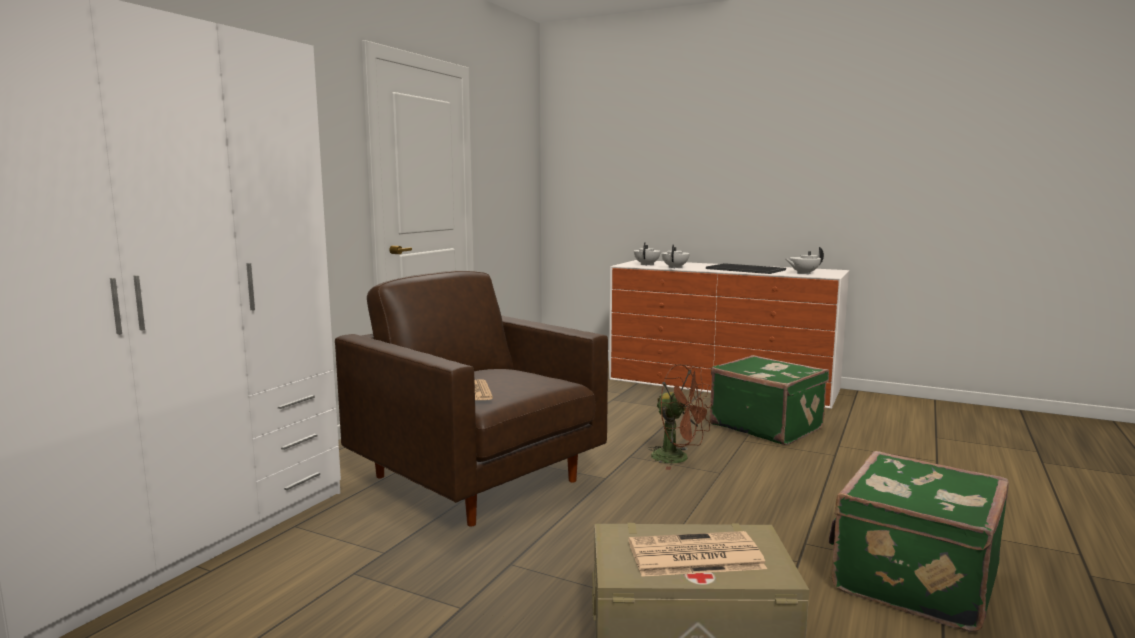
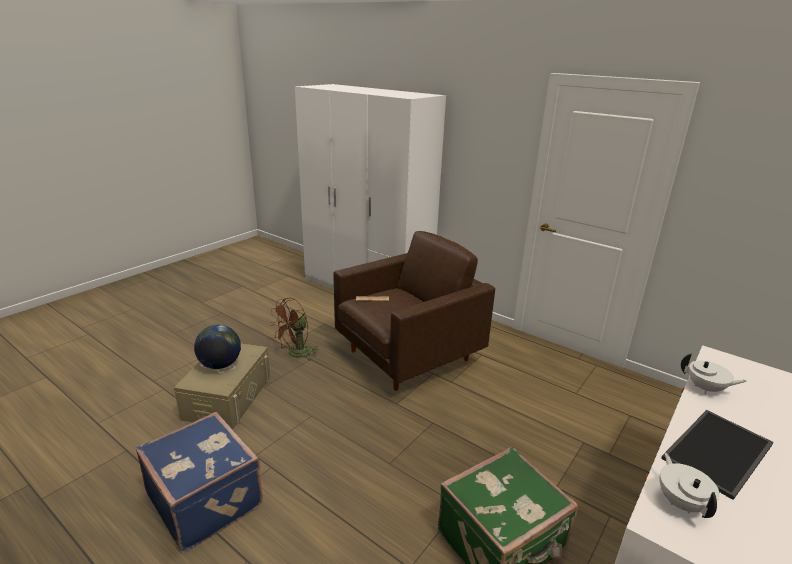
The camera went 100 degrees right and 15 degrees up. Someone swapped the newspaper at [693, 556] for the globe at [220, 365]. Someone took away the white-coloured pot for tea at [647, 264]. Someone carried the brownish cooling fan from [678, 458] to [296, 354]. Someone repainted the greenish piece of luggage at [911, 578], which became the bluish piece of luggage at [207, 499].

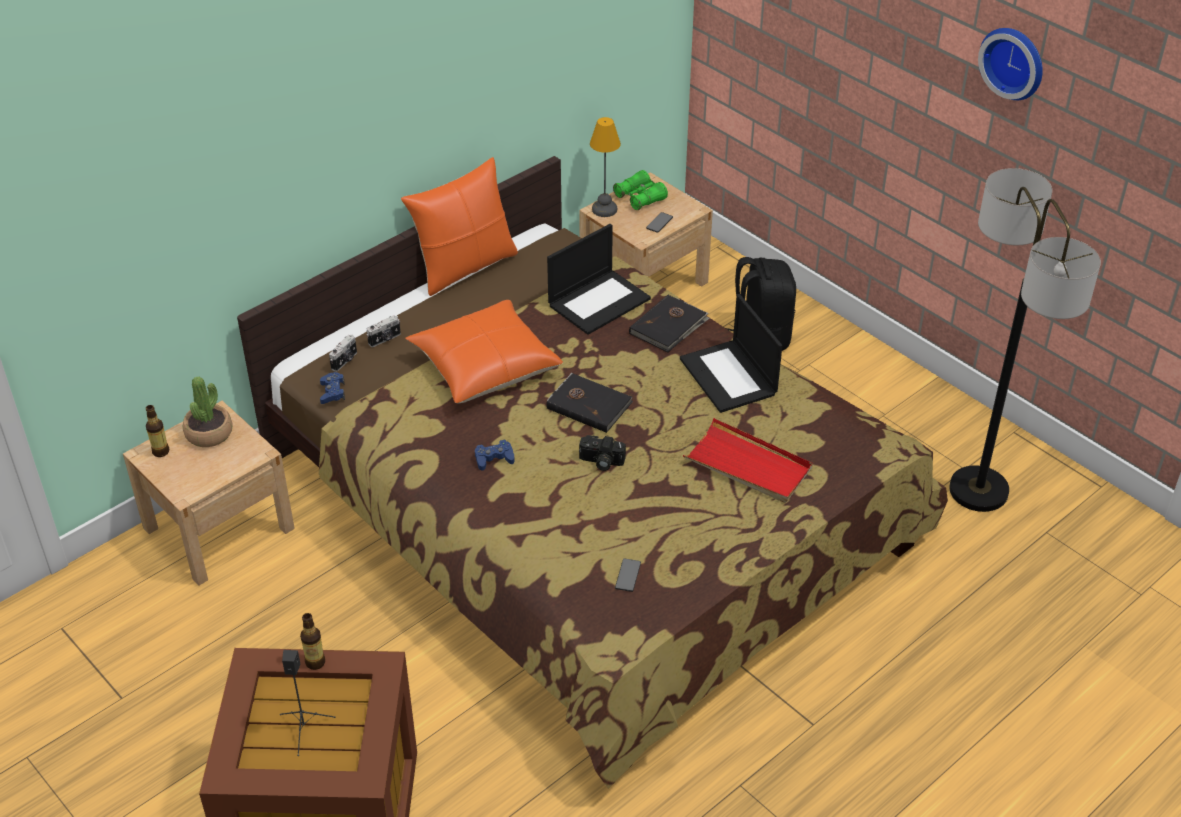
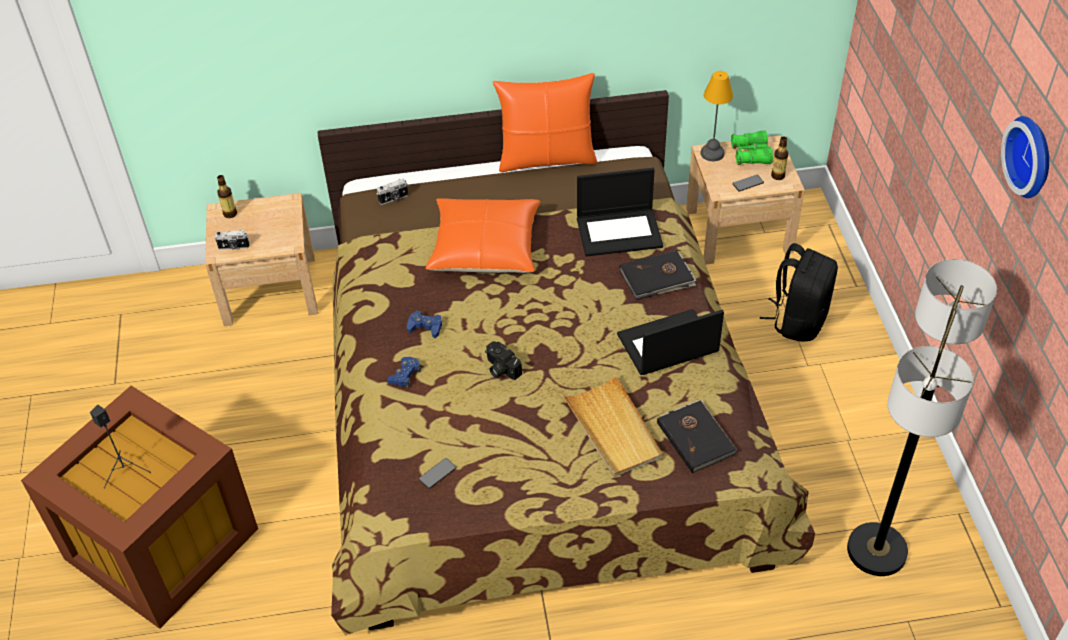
The camera went 35 degrees right and 5 degrees up. Someone took away the potted plant at [209, 433]. Someone carried the beverage bottle from [315, 662] to [778, 176]. Someone carried the bluish game controller from [332, 392] to [405, 375]. Someone carried the still camera from [385, 339] to [233, 247]. Someone carried the black bound book from [589, 404] to [696, 437]. Someone rotated the notebook computer at [729, 377] by 60 degrees clockwise. Someone repainted the reddish serving tray at [748, 465], which became the sand-coloured serving tray at [613, 429].

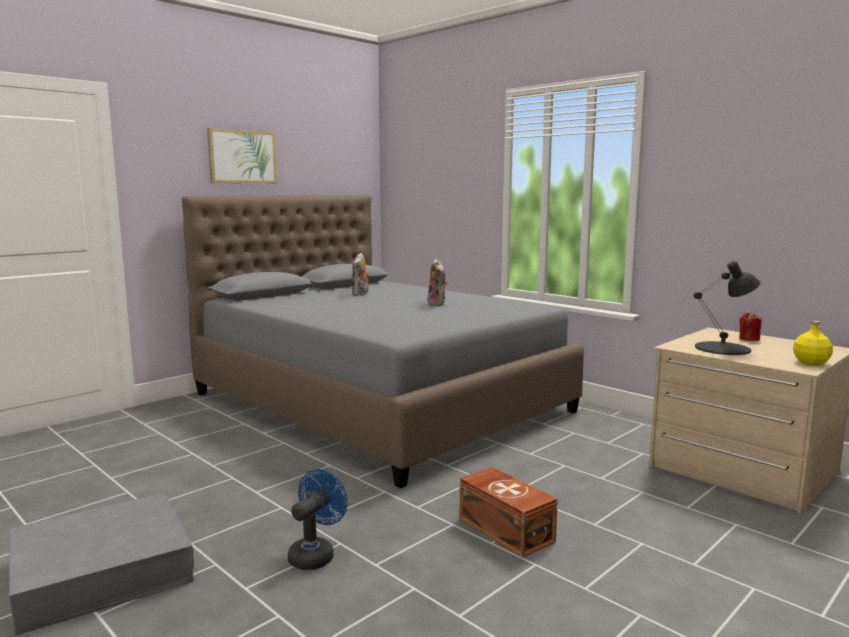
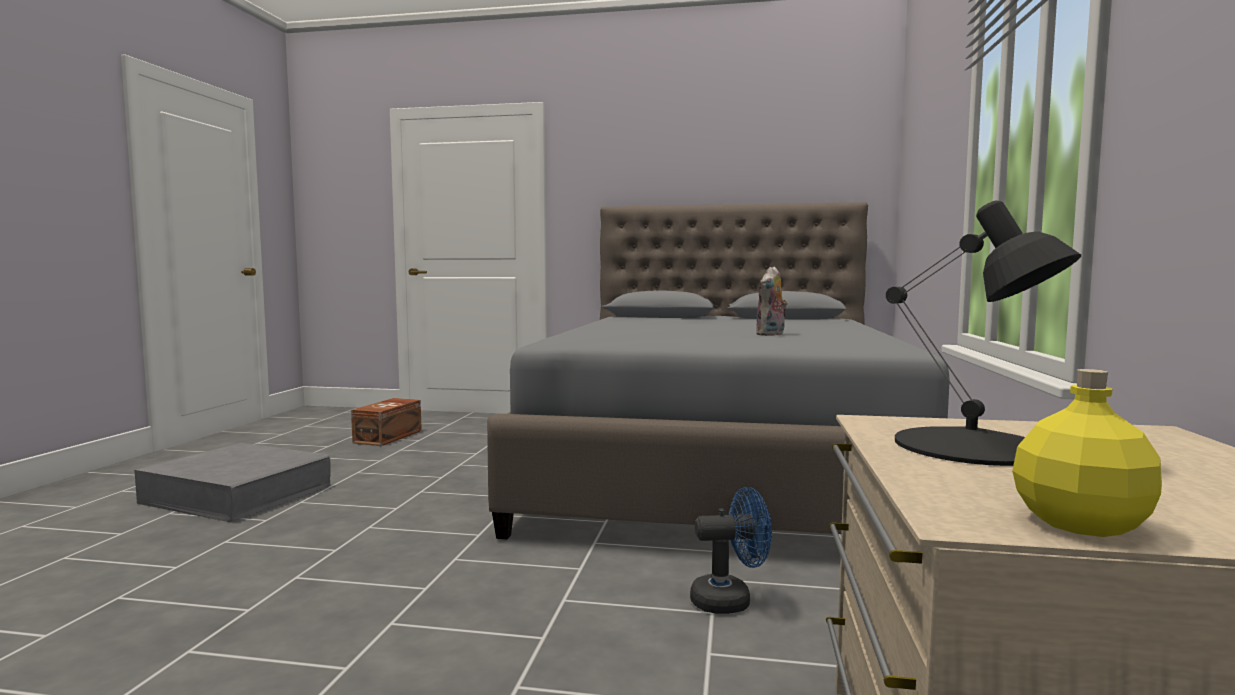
The camera went 55 degrees right and 5 degrees down. Someone took away the picture at [242, 157]. Someone carried the bluish cooling fan from [315, 554] to [730, 600]. Someone took away the cuddly toy at [360, 294]. Someone carried the brownish storage container from [505, 529] to [389, 436]. Someone took away the reddish wax light at [749, 339].

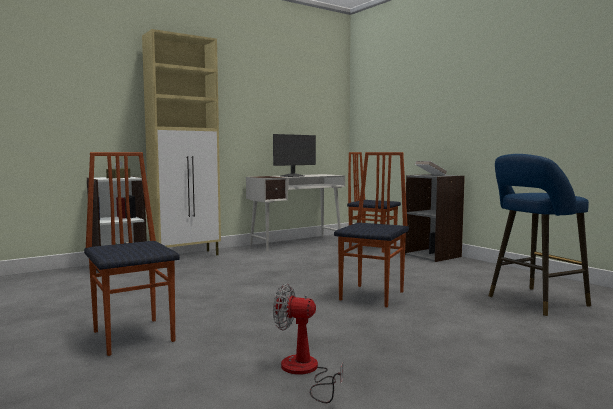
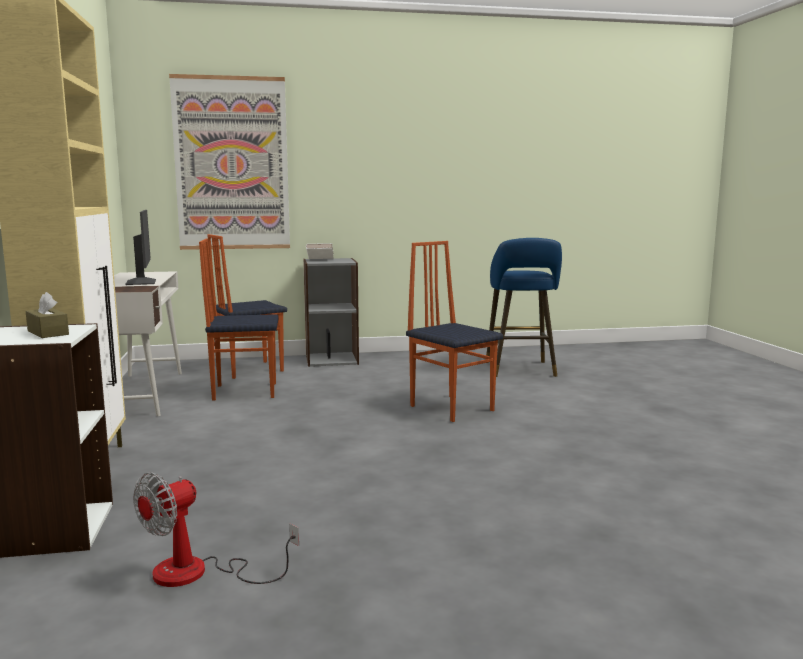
The camera went 65 degrees left and 5 degrees up. Someone carried the plain chair from [134, 335] to [244, 391]. Someone carried the cooling fan from [305, 372] to [198, 573]. Someone put up the picture at [232, 164].

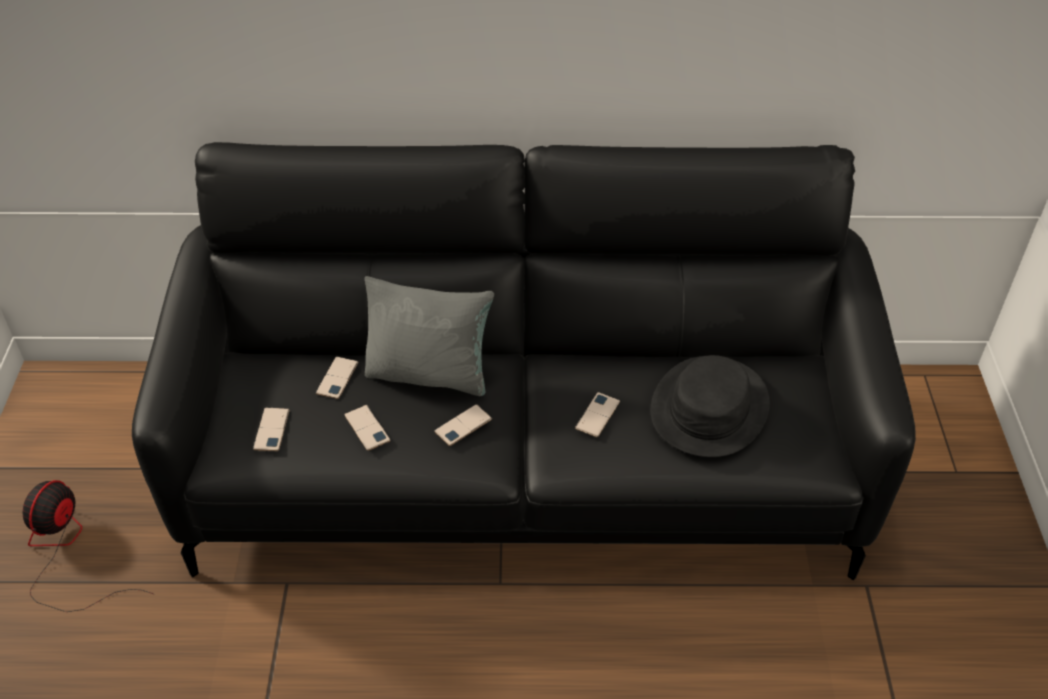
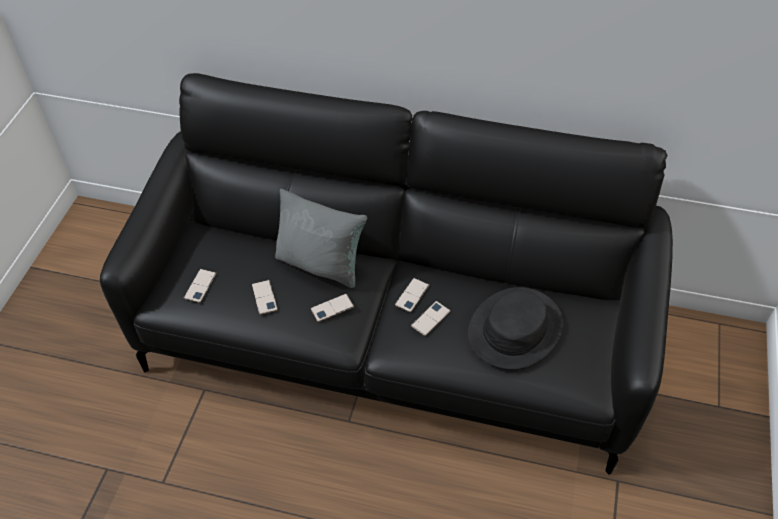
The camera went 15 degrees right and 5 degrees up. Someone took away the cooling fan at [67, 553]. Someone carried the telephone from [337, 378] to [412, 295].

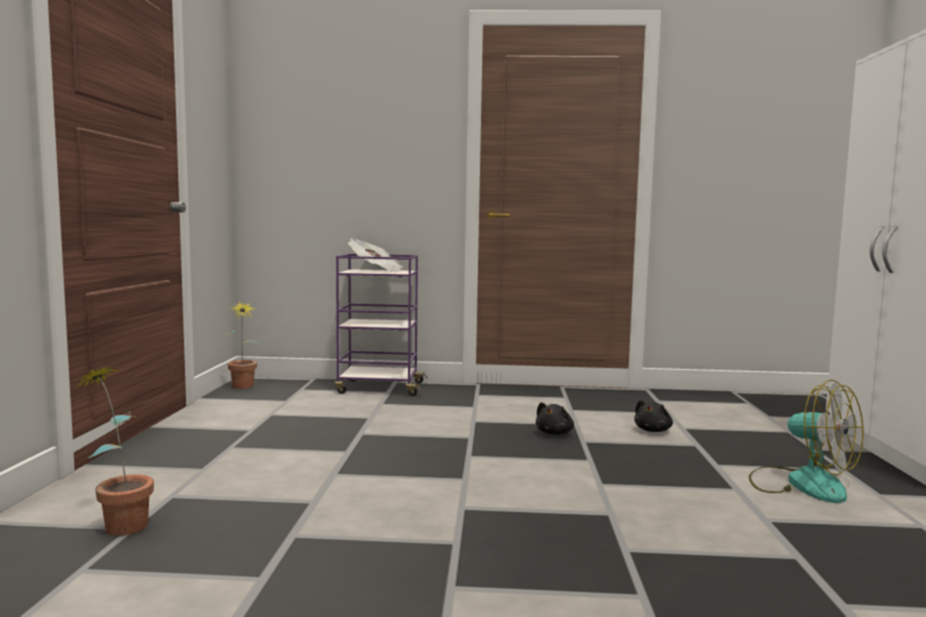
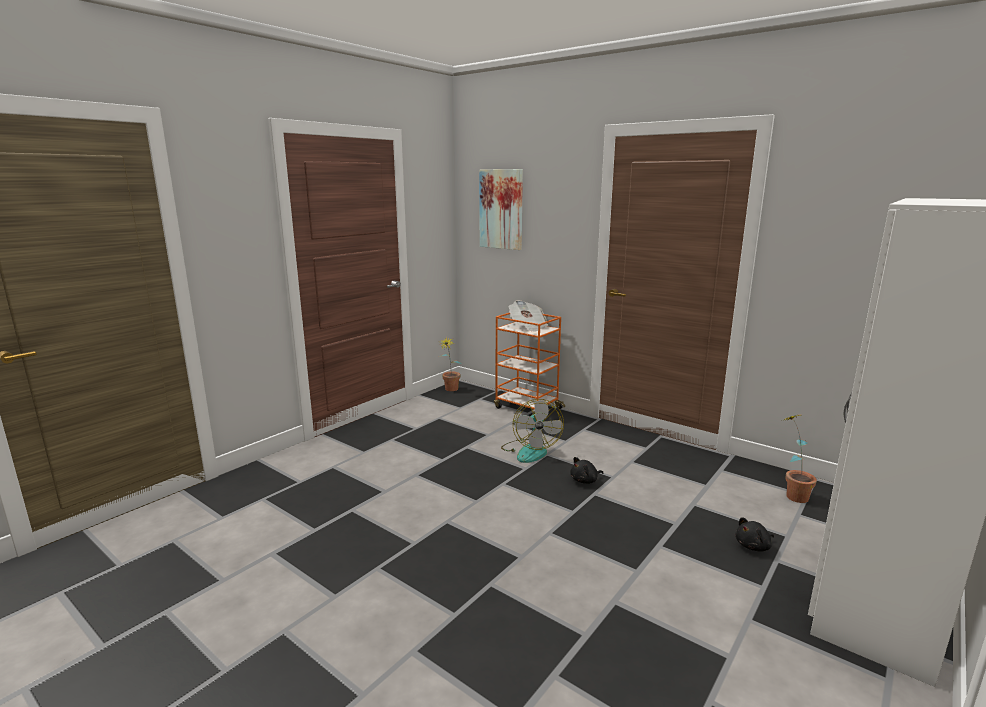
The camera went 35 degrees right and 10 degrees up. Someone carried the potted plant from [120, 523] to [791, 494]. Someone repainted the purplish cart at [379, 388], which became the orangey cart at [527, 408]. Someone carried the black cuddly toy from [653, 430] to [753, 546]. Someone carried the cooling fan from [801, 483] to [530, 450]. Someone put up the picture at [501, 209].

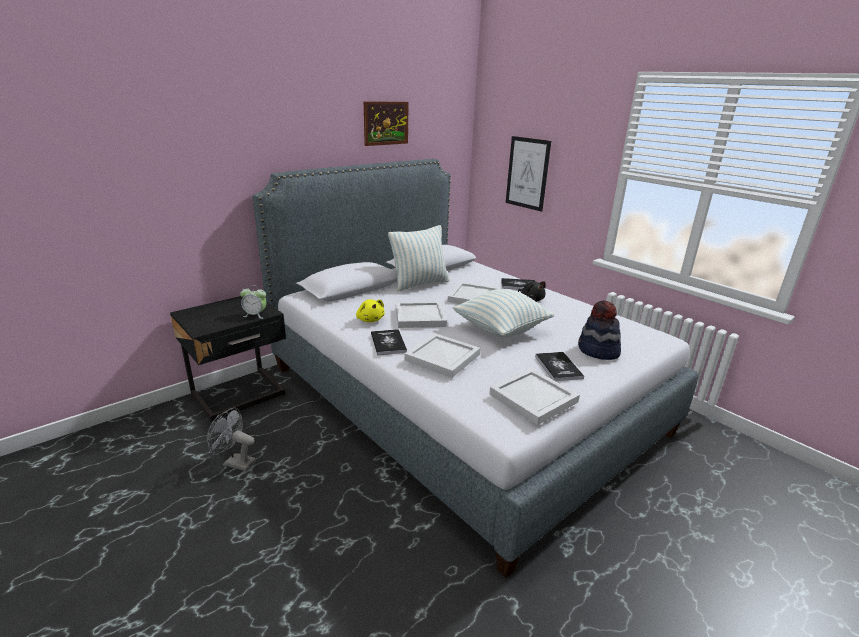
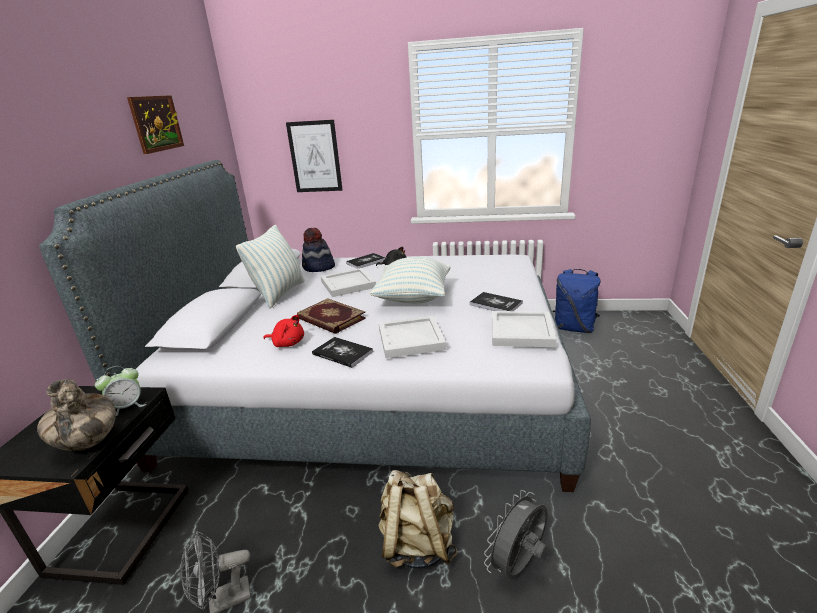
The camera went 40 degrees left and 0 degrees up. Someone repainted the yellow cuddly toy at [370, 319], which became the reddish cuddly toy at [287, 343]. Someone swapped the white-coloured serving tray at [419, 316] for the bound book at [330, 319]. Someone carried the clothing hat from [598, 351] to [318, 268]. Someone put down the decorative vase at [89, 442]. Someone put down the sand-coloured backpack at [417, 544]. Someone put down the greyish cooling fan at [518, 566]. Someone put down the bluish backpack at [574, 328].

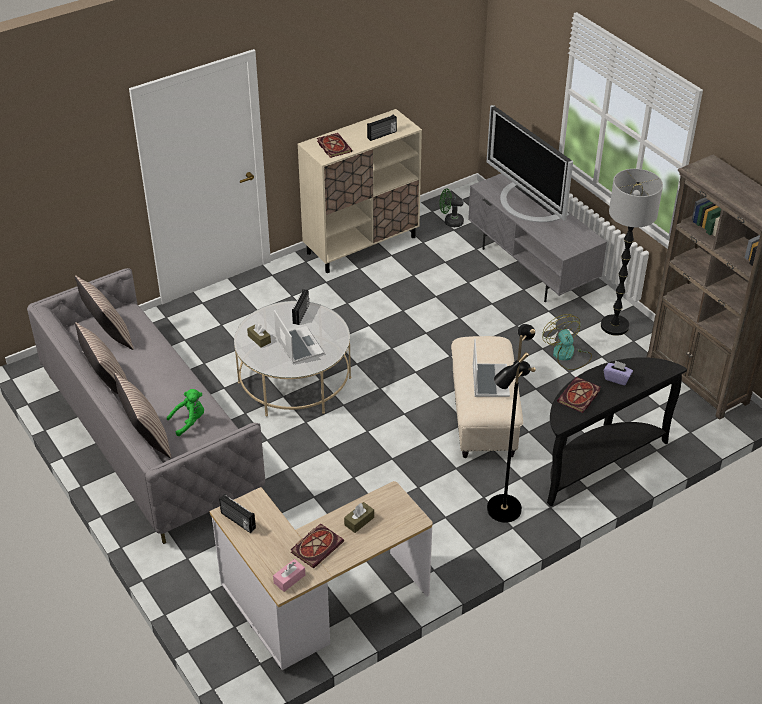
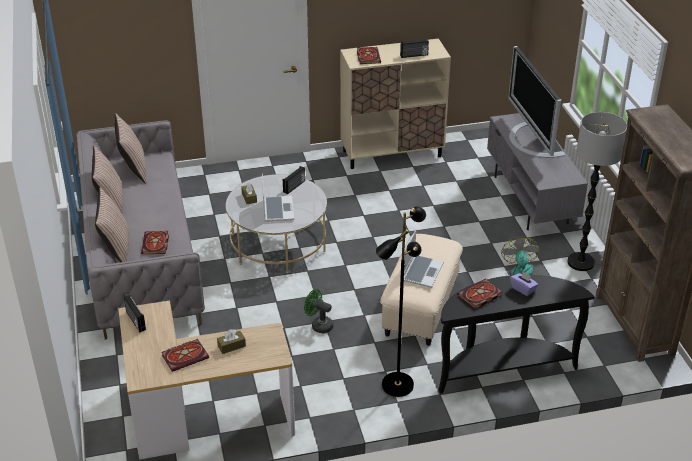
The camera went 20 degrees right and 5 degrees down. Someone swapped the greenish cuddly toy at [189, 421] for the bound book at [156, 244]. Someone took away the pinkish tissue holder at [289, 579]. Someone carried the greenish cooling fan from [450, 222] to [319, 325].

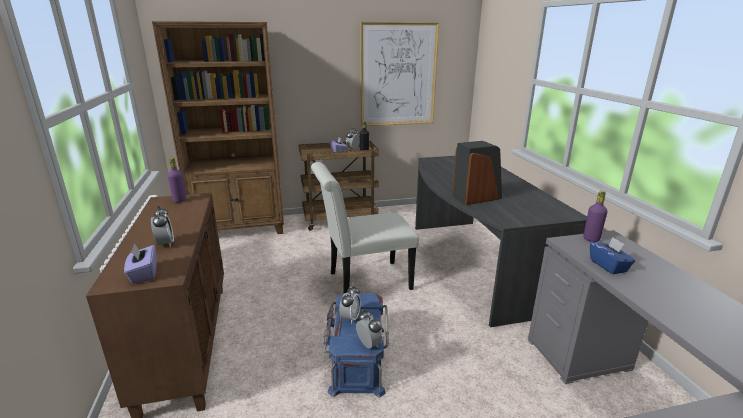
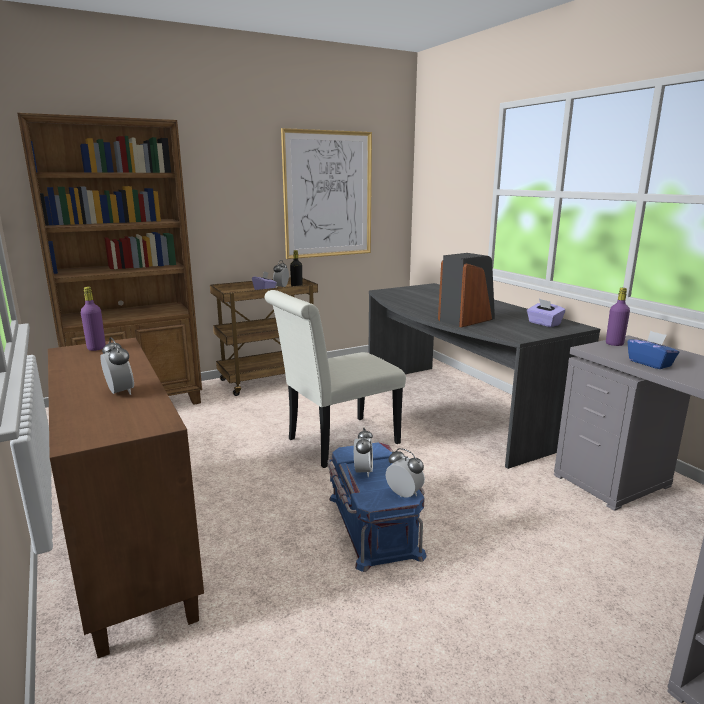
The camera went 15 degrees left and 5 degrees down. Someone carried the purplish tissue holder from [144, 274] to [544, 323].

